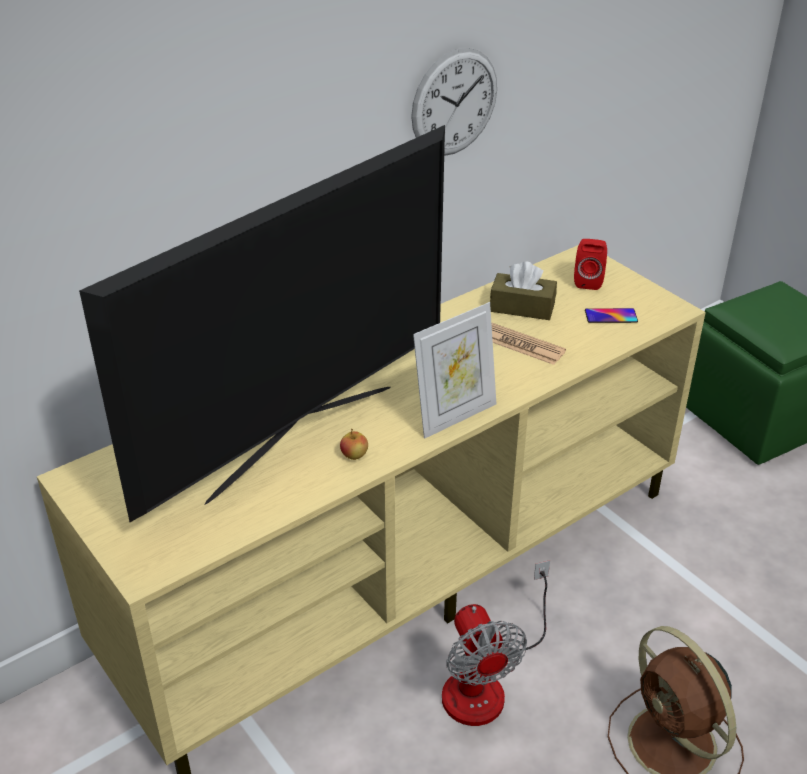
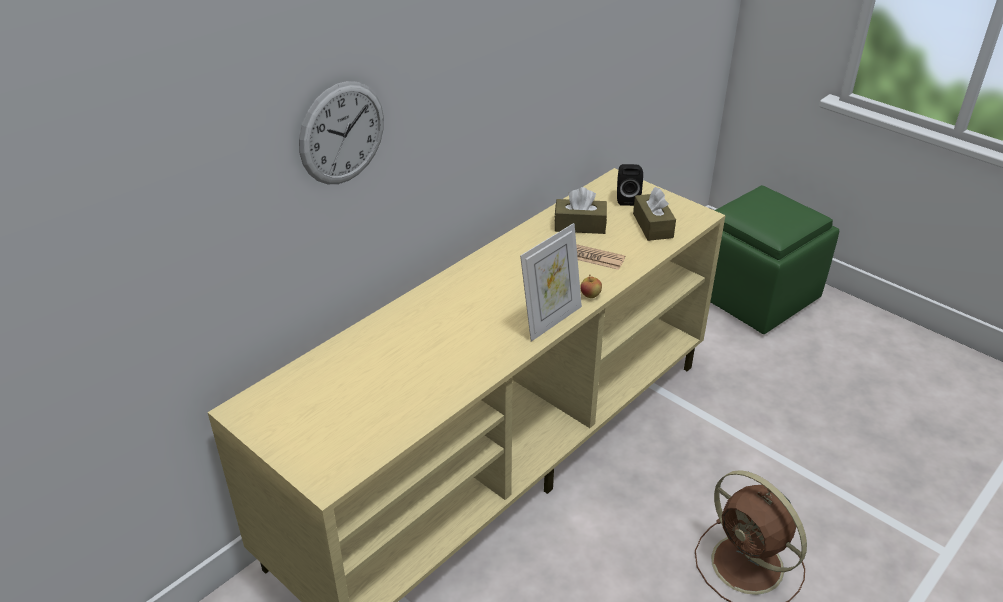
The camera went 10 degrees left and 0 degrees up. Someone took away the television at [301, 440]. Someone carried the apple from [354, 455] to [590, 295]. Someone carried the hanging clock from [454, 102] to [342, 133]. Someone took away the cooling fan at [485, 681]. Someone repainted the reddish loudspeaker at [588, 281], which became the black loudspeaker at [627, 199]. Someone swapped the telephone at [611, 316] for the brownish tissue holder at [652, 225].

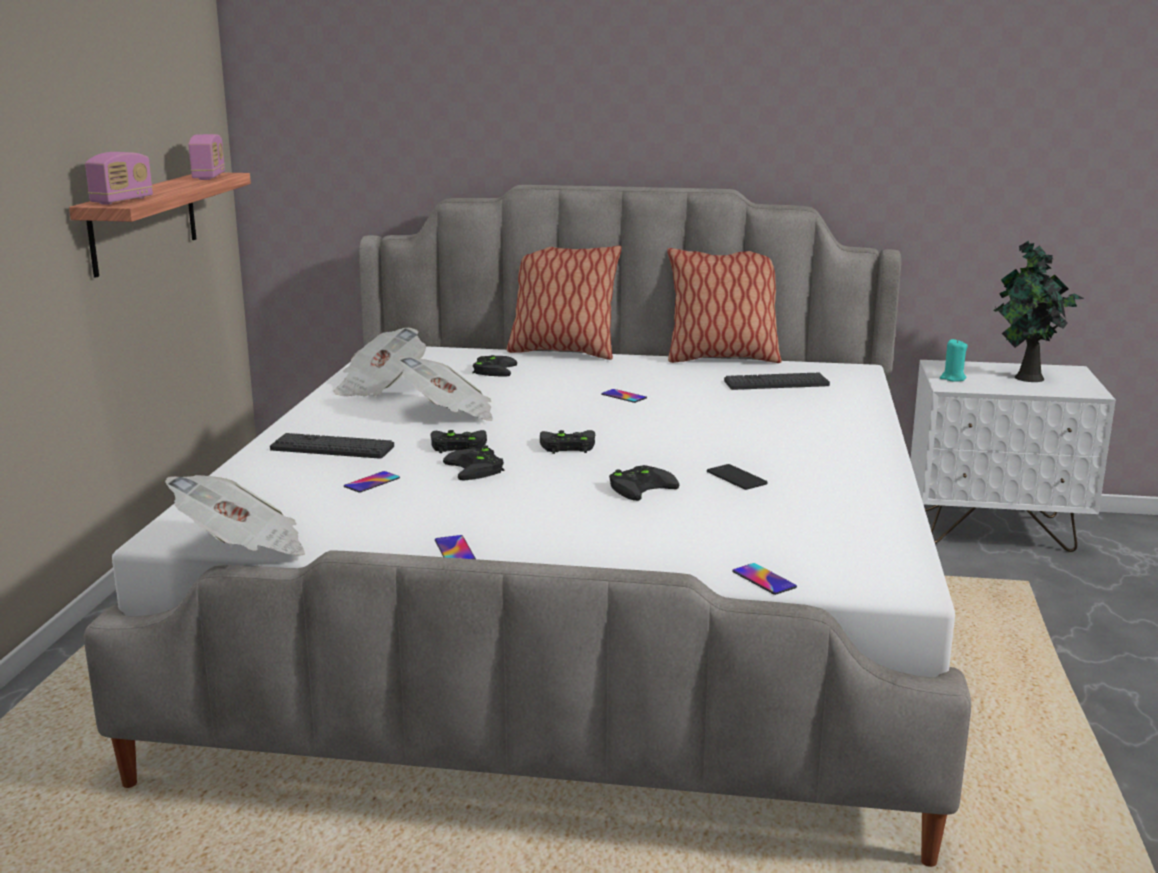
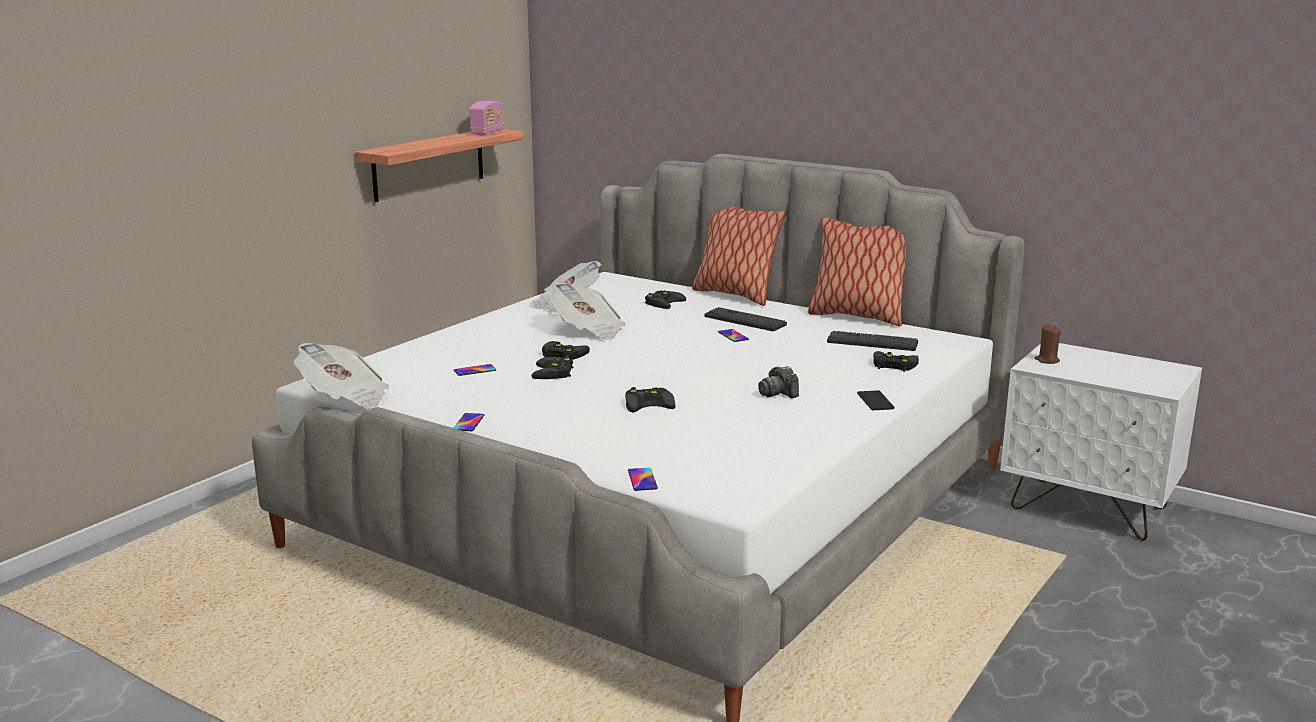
The camera went 25 degrees right and 0 degrees up. Someone took away the radio set at [122, 201]. Someone carried the computer keyboard from [332, 448] to [745, 320]. Someone carried the black game controller from [566, 446] to [892, 364]. Someone carried the telephone from [736, 478] to [875, 401]. Someone repainted the turquoise-coloured wax light at [952, 378], which became the brownish wax light at [1047, 360]. Someone took away the potted plant at [1026, 378]. Someone put down the still camera at [778, 393].

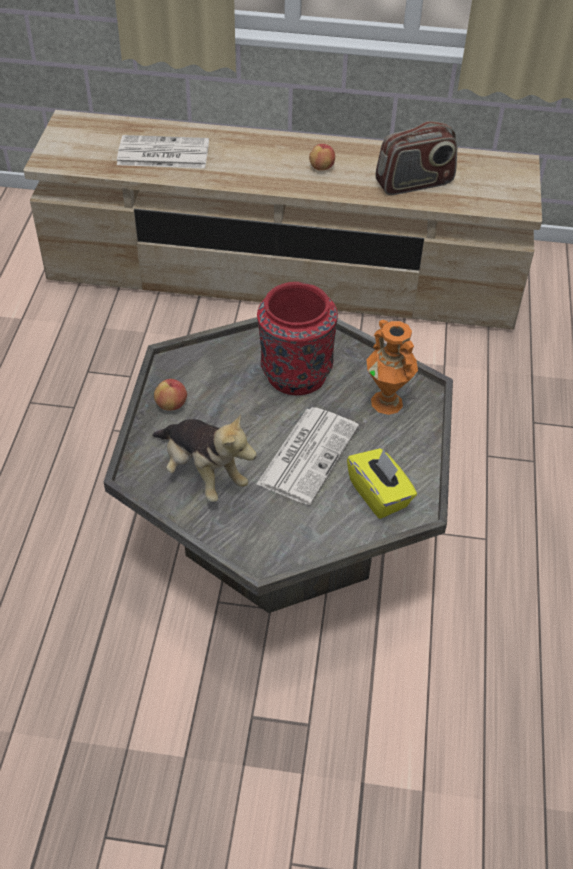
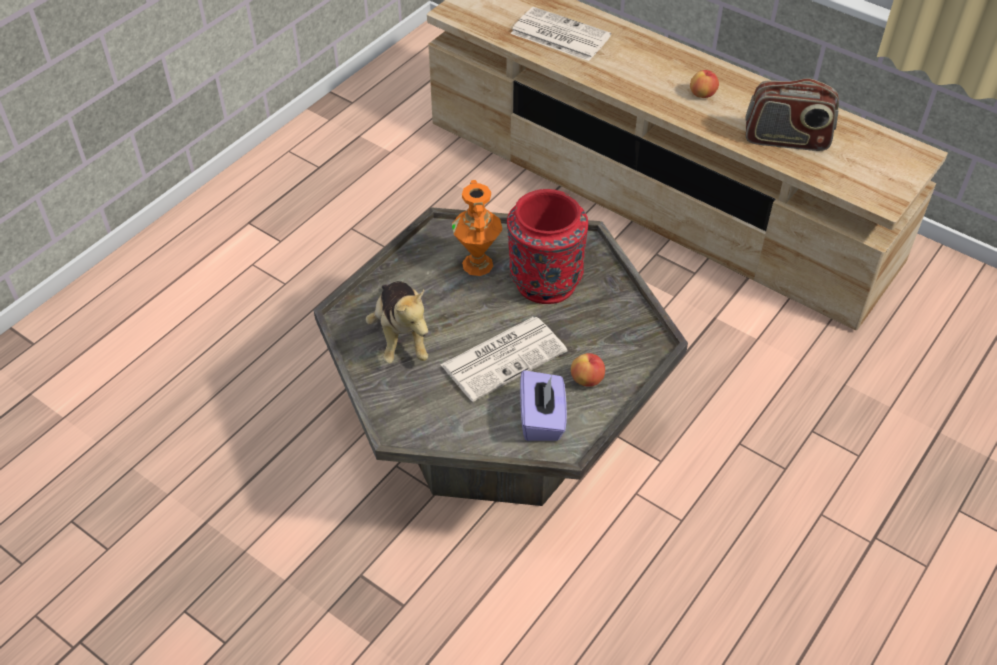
The camera went 30 degrees right and 0 degrees up. Someone carried the apple from [171, 405] to [587, 379]. Someone repainted the yellow tissue holder at [379, 494], which became the purplish tissue holder at [542, 419]. Someone carried the orangey decorative vase from [387, 402] to [478, 264].

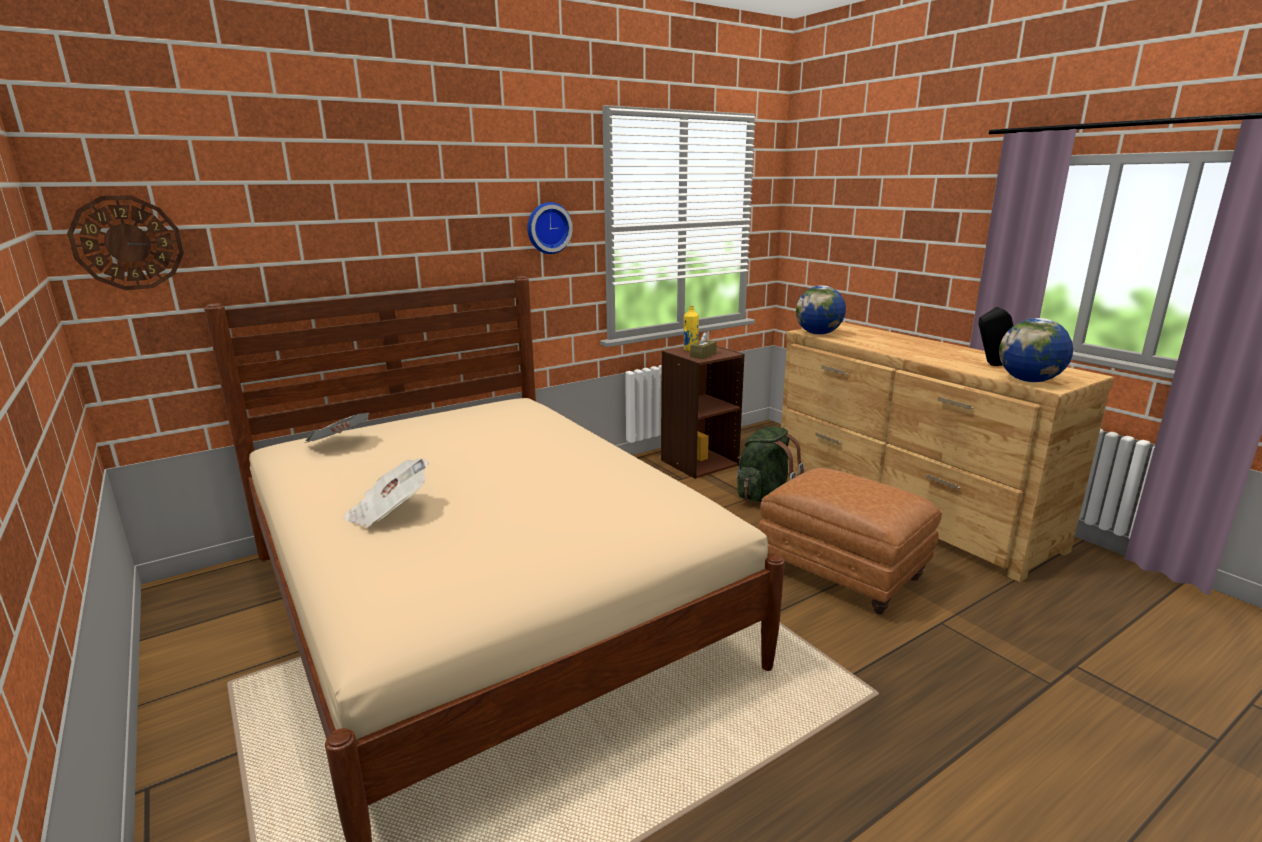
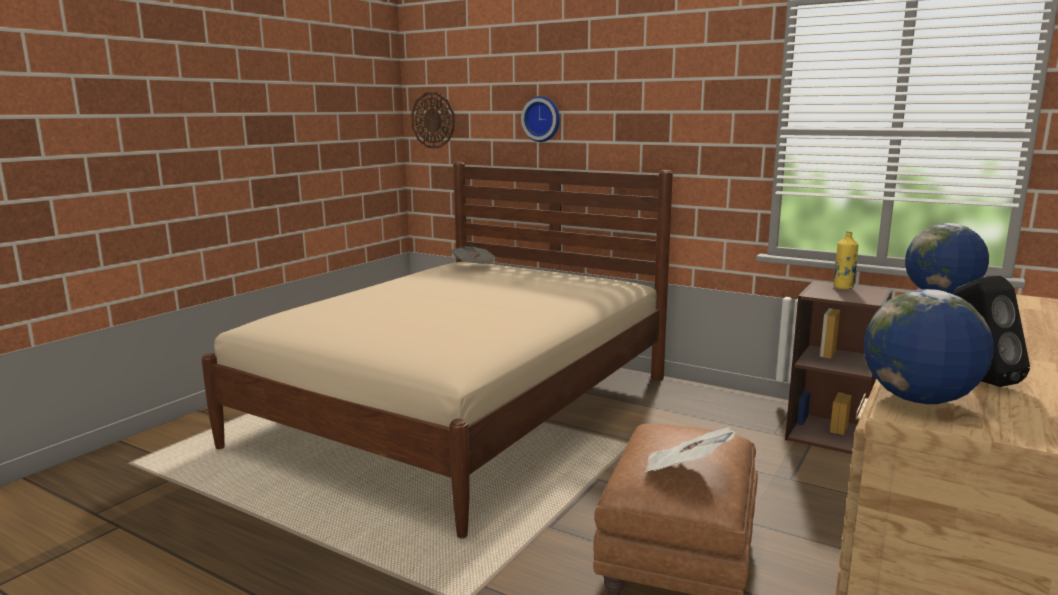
The camera went 65 degrees right and 5 degrees down. Someone carried the newspaper from [389, 513] to [685, 471]. Someone carried the hanging clock from [548, 228] to [542, 119]. Someone took away the brownish tissue holder at [703, 355]. Someone took away the greenish backpack at [764, 495].

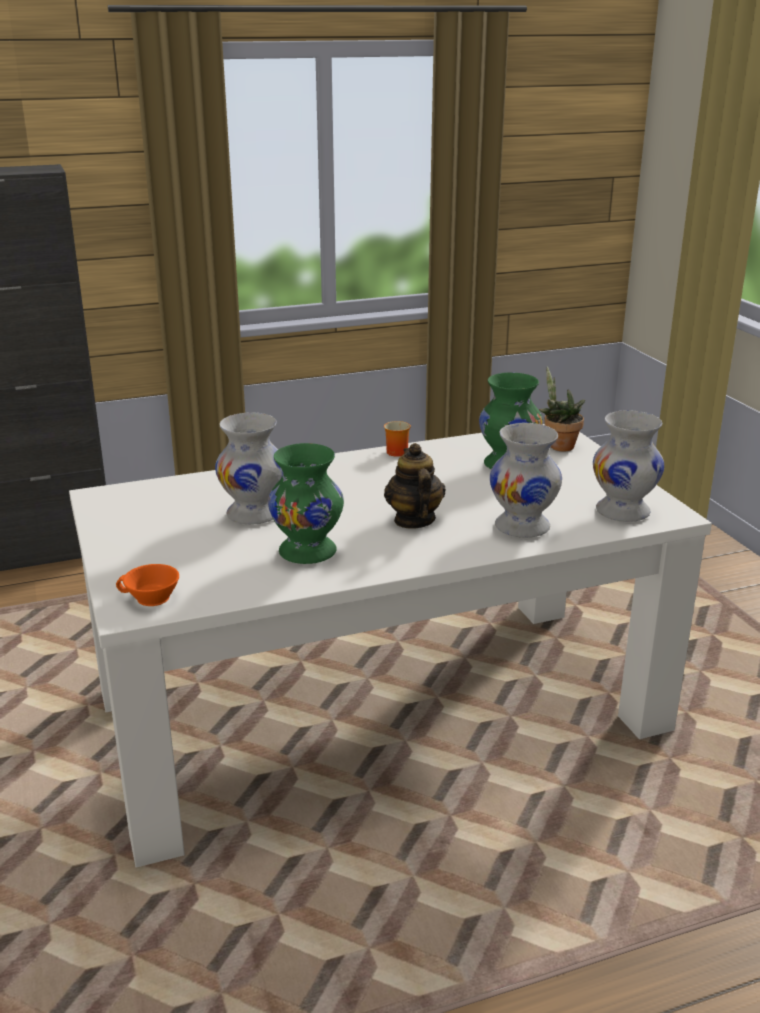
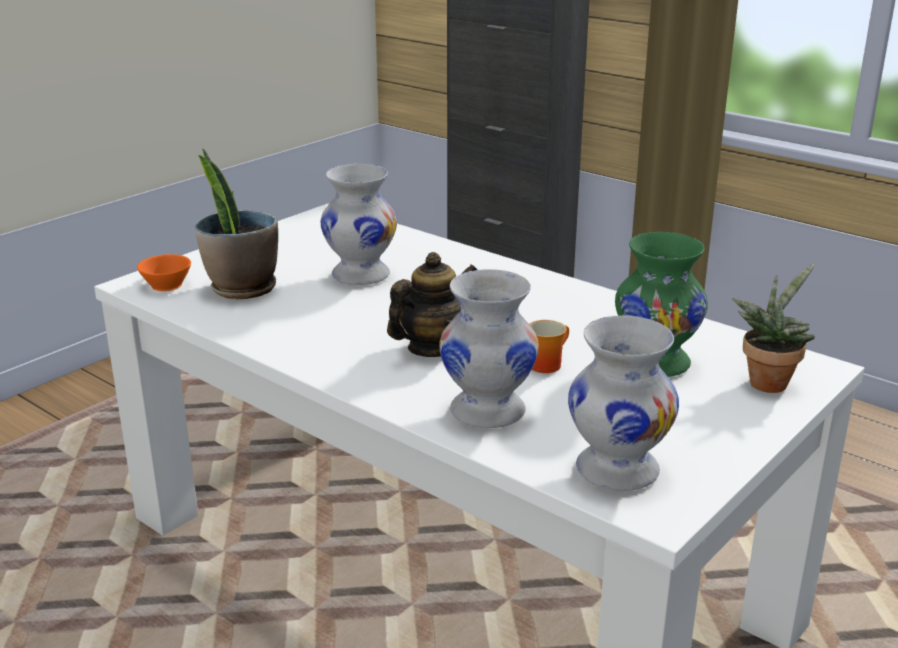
The camera went 60 degrees right and 0 degrees up. Someone took away the greenish decorative vase at [306, 552]. Someone carried the tea mug from [394, 451] to [545, 363]. Someone put down the potted plant at [242, 288].

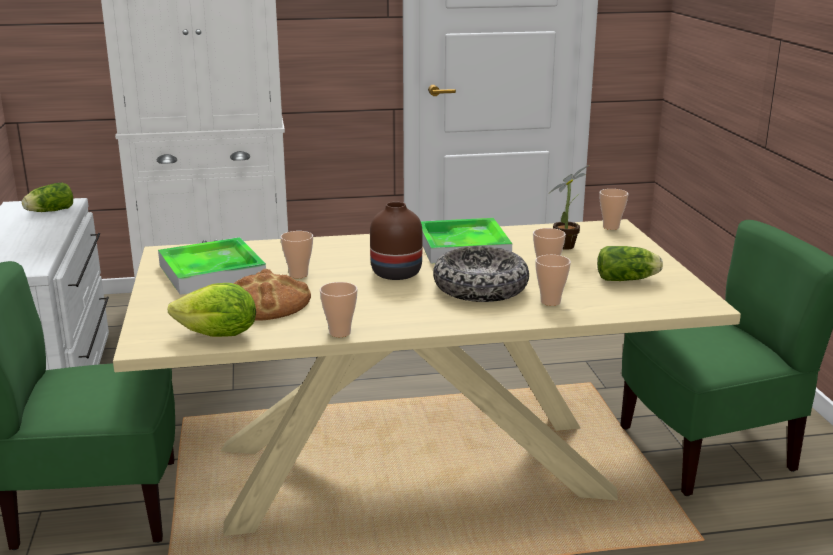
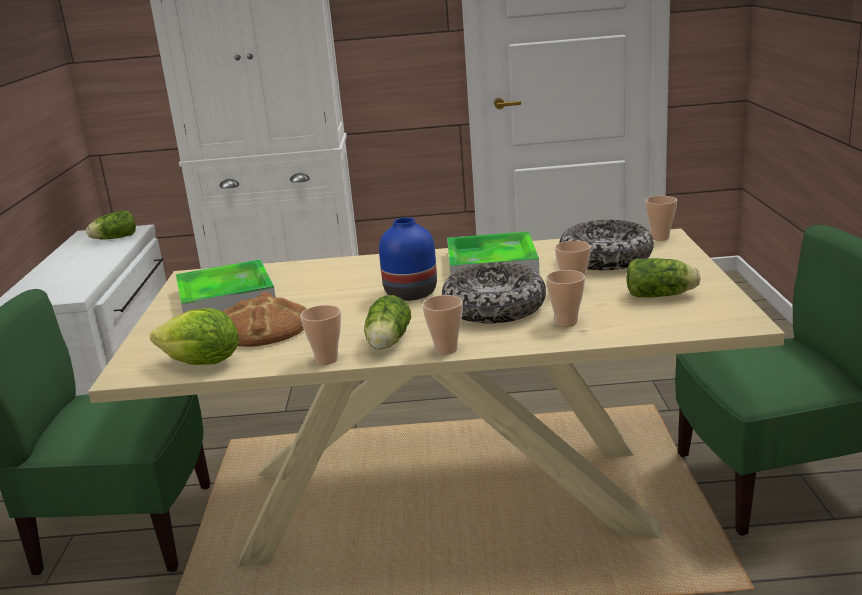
The camera went 10 degrees right and 0 degrees up. Someone carried the small cup from [298, 275] to [446, 349]. Someone repainted the brownish decorative vase at [396, 273], which became the bluish decorative vase at [411, 293]. Someone swapped the potted plant at [567, 245] for the bowl at [605, 259]. Someone put down the lettuce head at [387, 343].

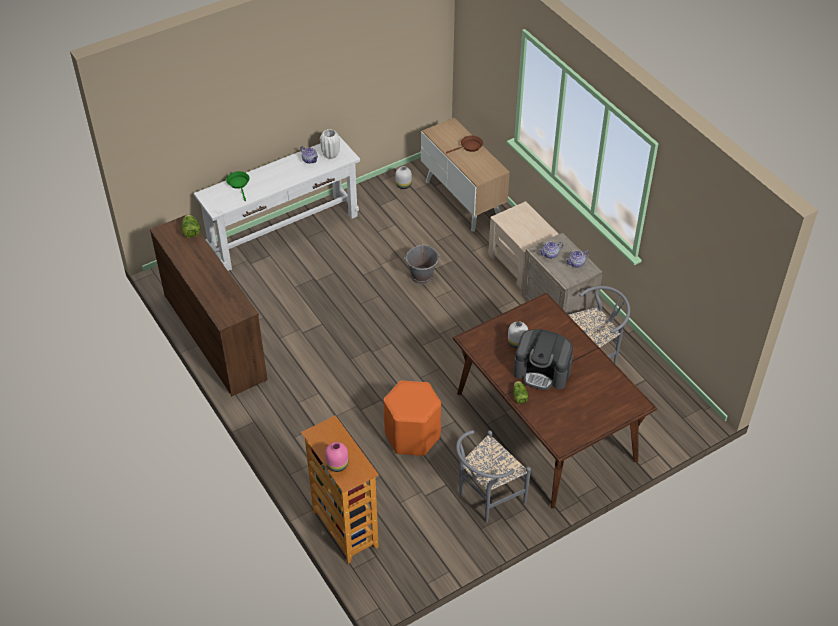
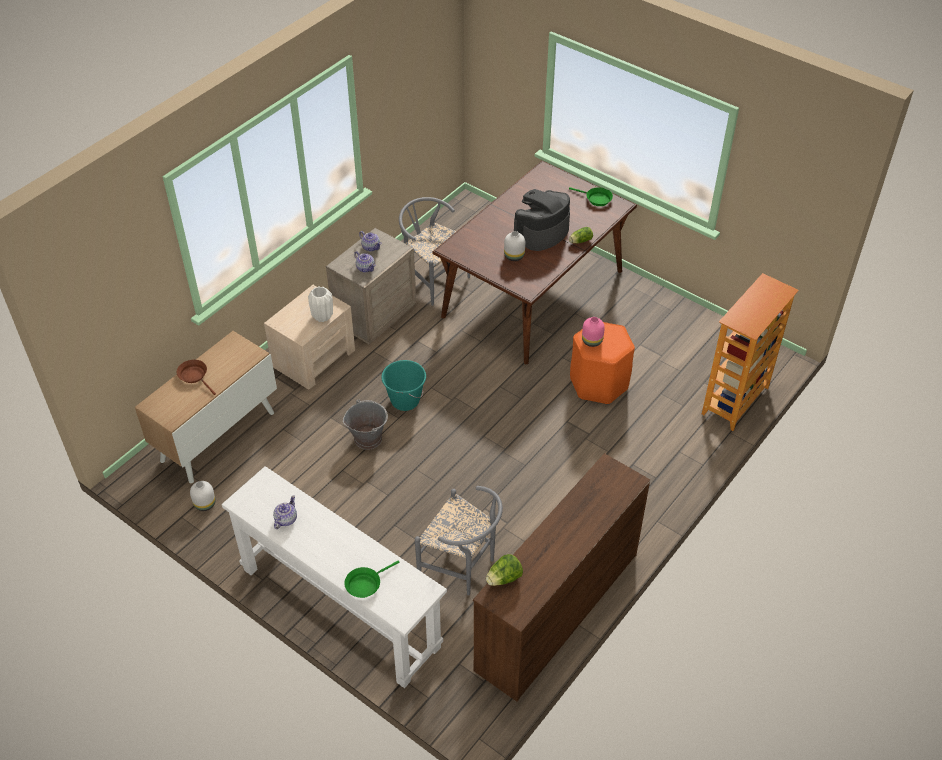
The camera went 110 degrees left and 0 degrees up. Someone carried the white-coloured decorative vase from [331, 155] to [323, 317]. Someone carried the pinkish decorative vase from [336, 464] to [592, 341]. Someone carried the greyish plain chair from [486, 498] to [463, 568]. Someone rotated the coffee maker at [542, 371] by 135 degrees counterclockwise. Someone put down the turquoise-coloured bucket at [405, 401]. Someone put down the greenish pan at [596, 199].

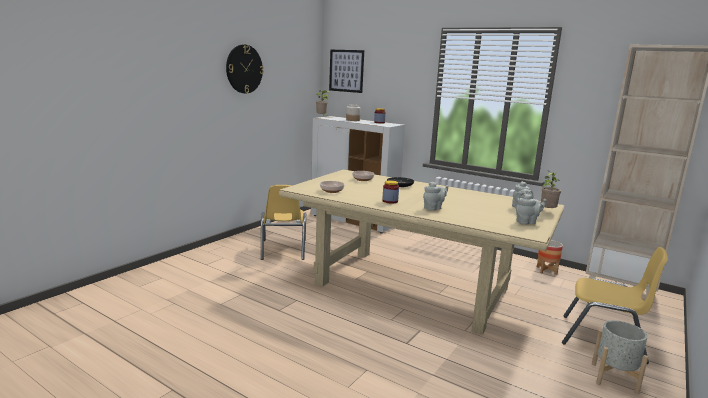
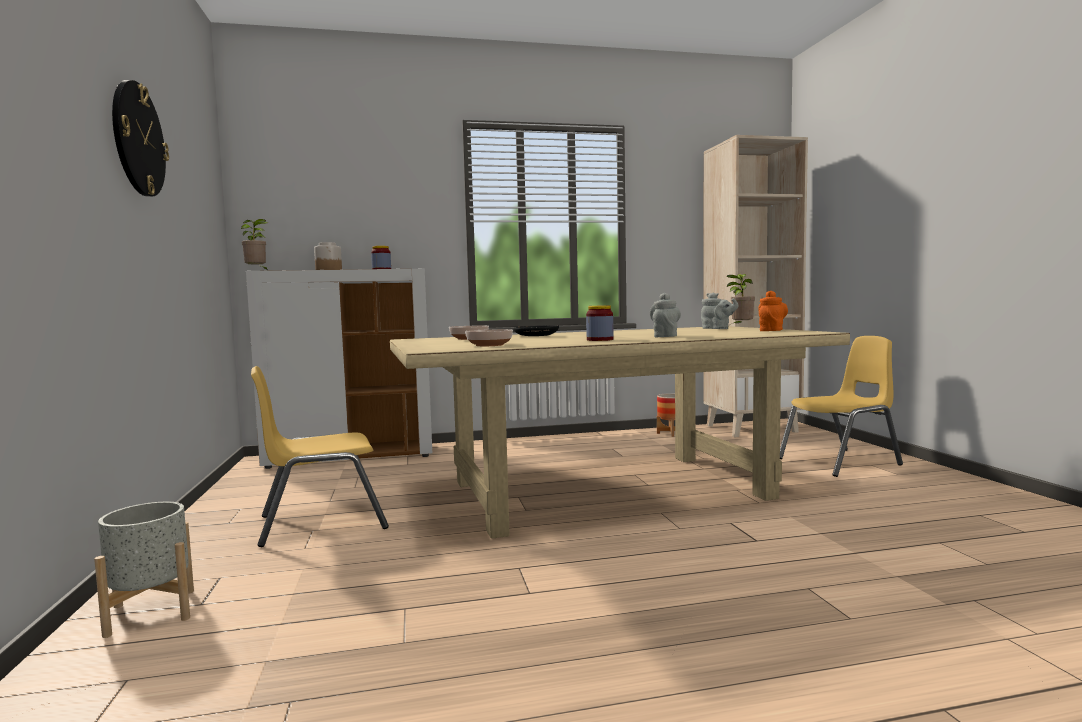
The camera went 45 degrees left and 10 degrees down. Someone rotated the yellow plain chair at [283, 250] by 120 degrees clockwise. Someone took away the picture at [346, 71]. Someone repainted the greyish pot for tea at [527, 222], which became the orangey pot for tea at [771, 330]. Someone carried the greyish planter from [614, 377] to [151, 612].

